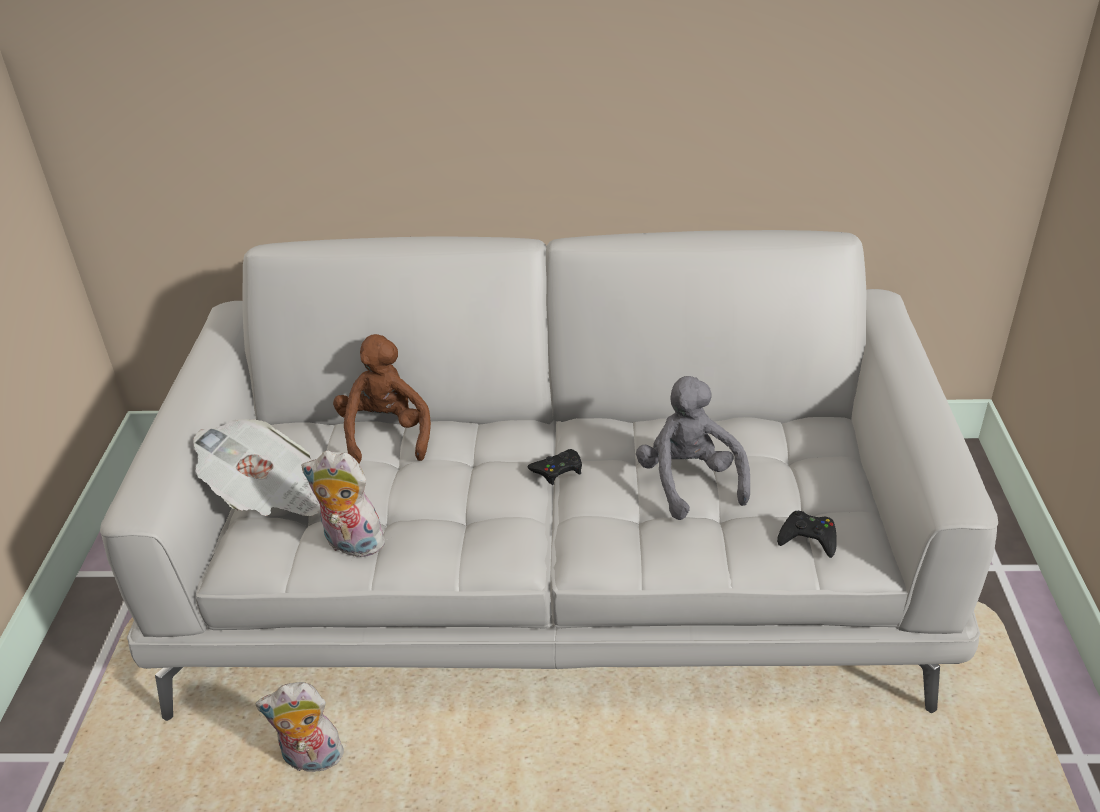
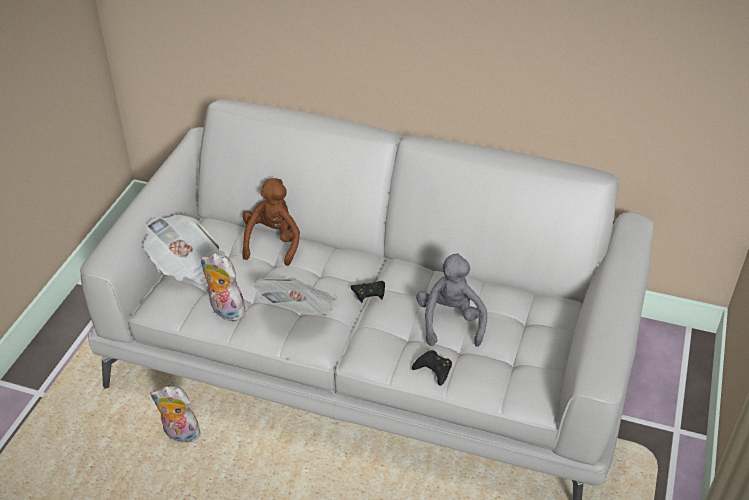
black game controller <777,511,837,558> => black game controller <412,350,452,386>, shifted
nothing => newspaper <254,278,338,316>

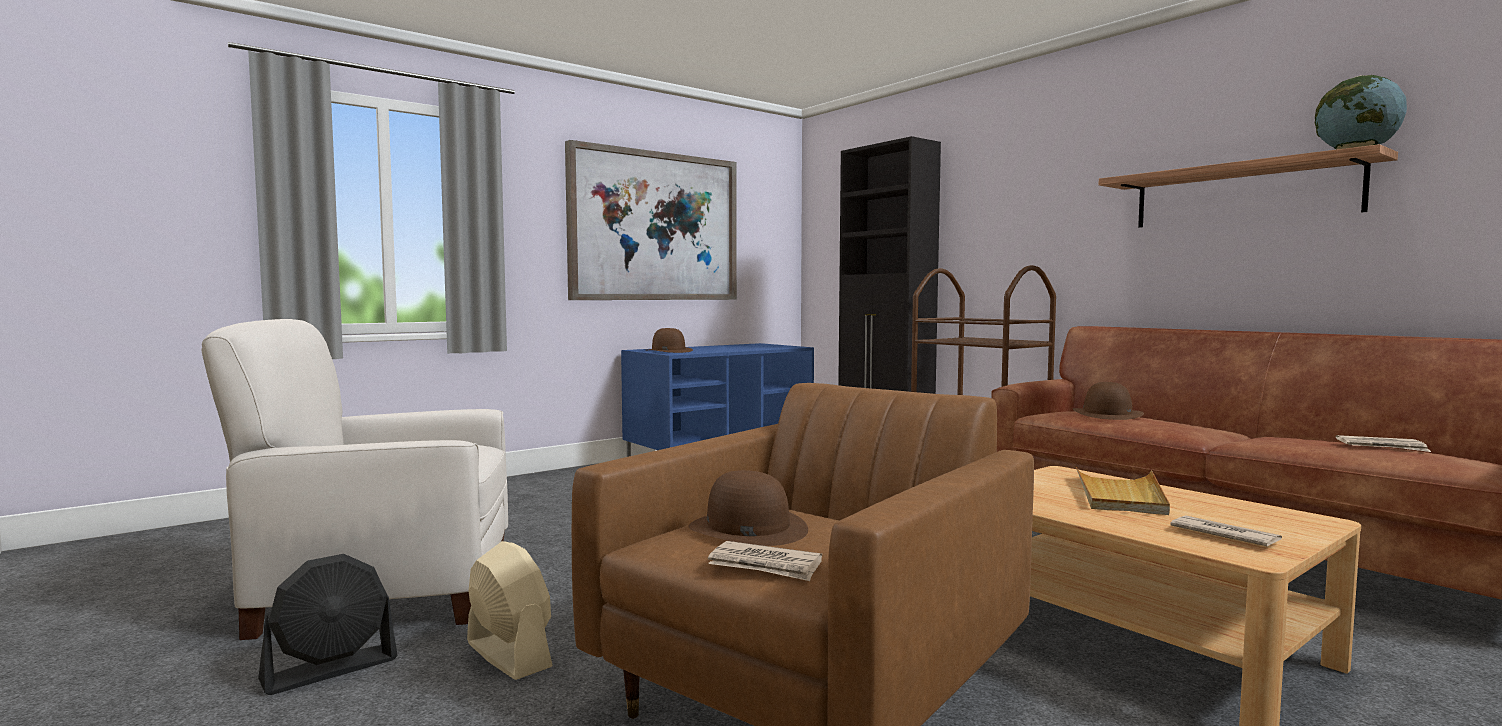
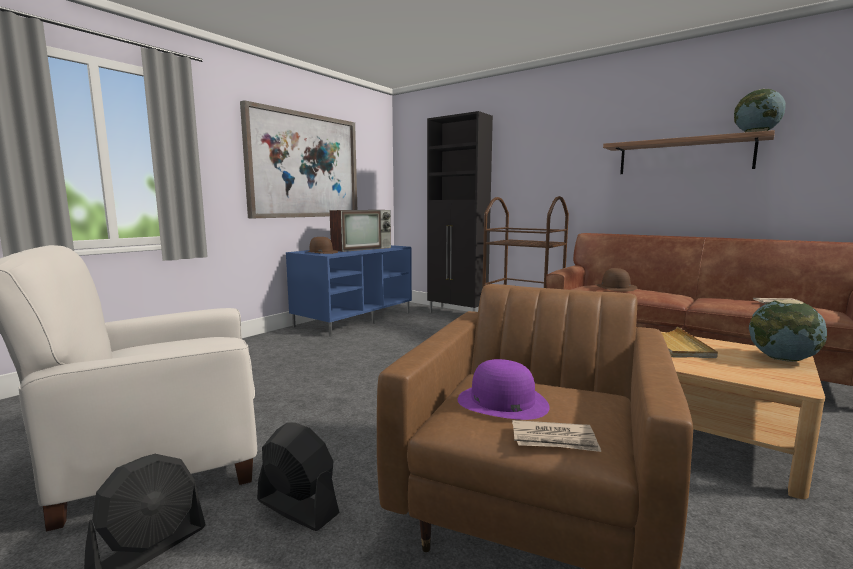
beige fan <467,541,553,680> => black fan <257,422,340,531>
brown hat <688,470,808,546> => purple hat <458,359,550,420>
newspaper <1170,516,1282,547> => nothing
nothing => television <329,210,391,252>
nothing => globe <749,300,827,362>

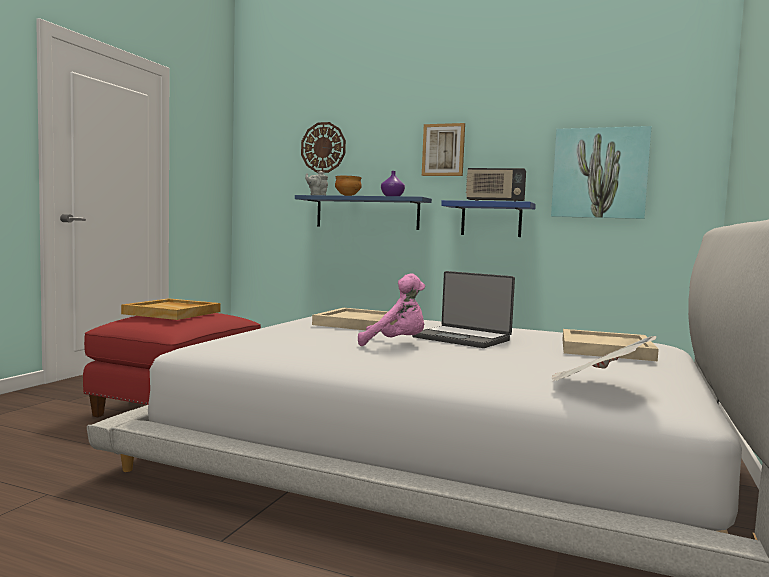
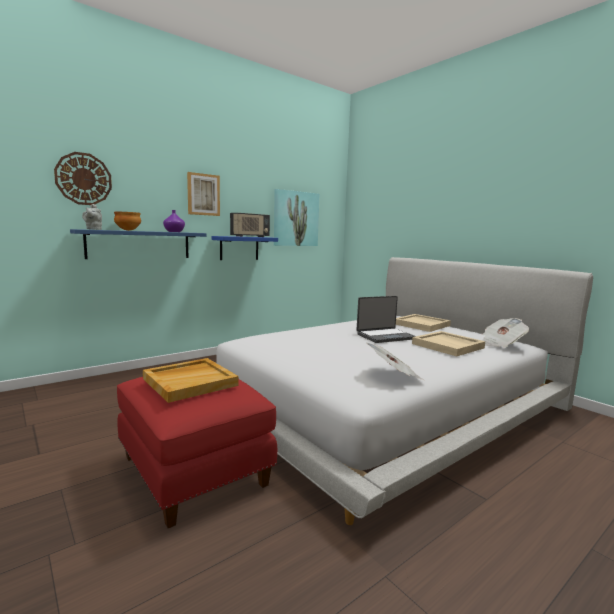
beige tray <312,308,397,331> => beige tray <412,331,485,357>, shifted
pink plush toy <358,273,425,346> => nothing
nothing => newspaper <365,342,424,380>

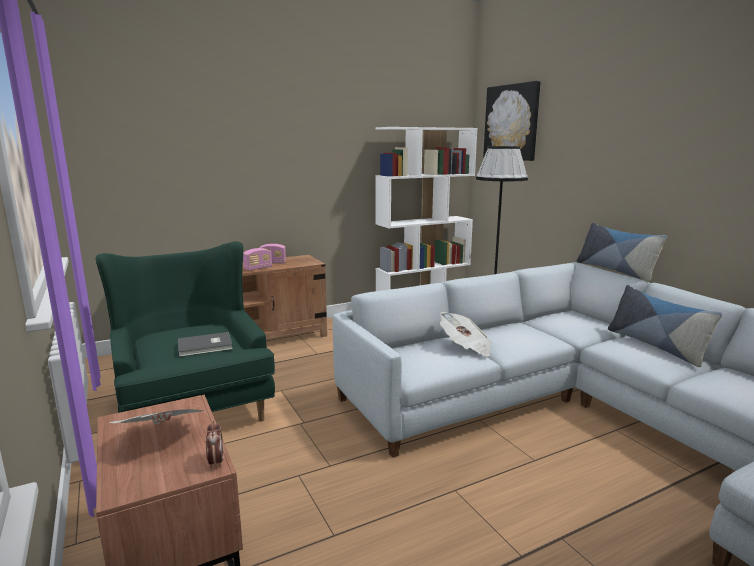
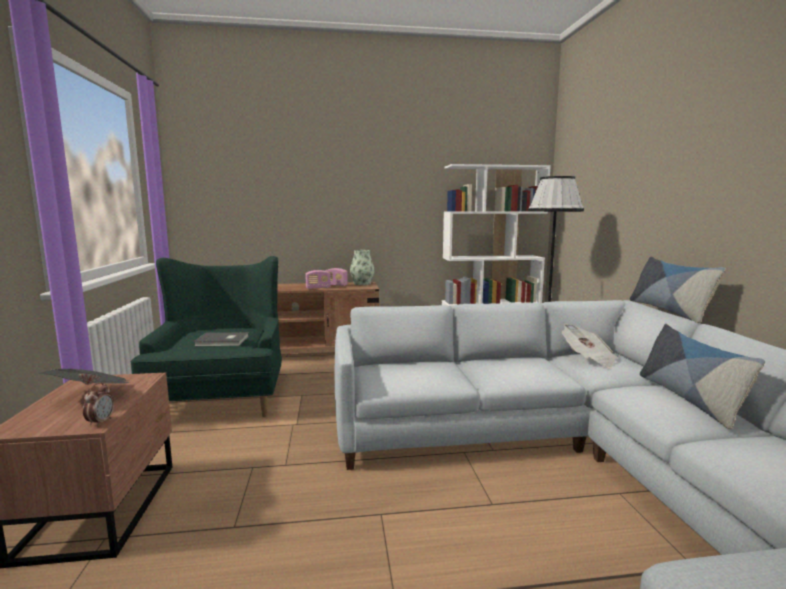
newspaper <440,312,492,357> => newspaper <562,323,617,369>, shifted
picture <483,81,541,161> => nothing
nothing => vase <350,250,374,285>

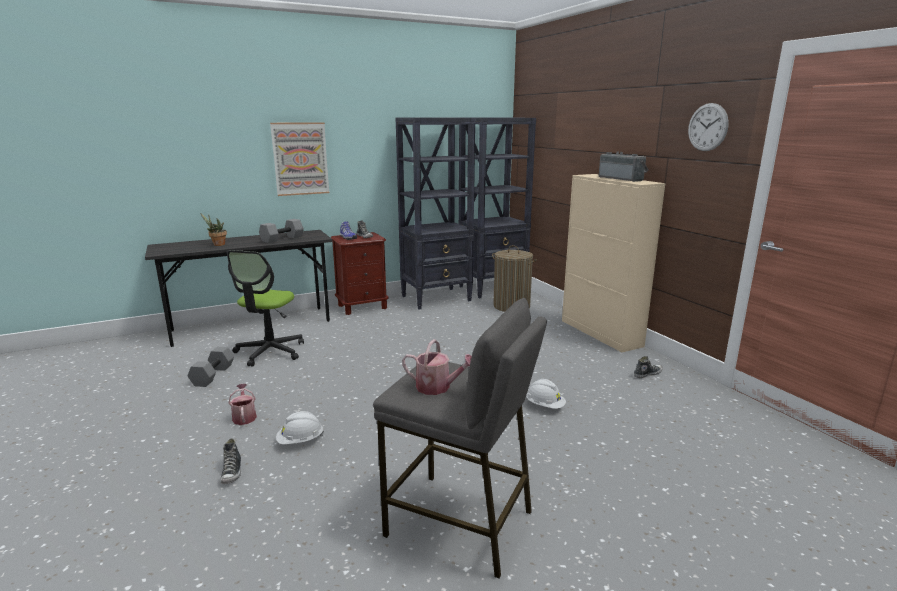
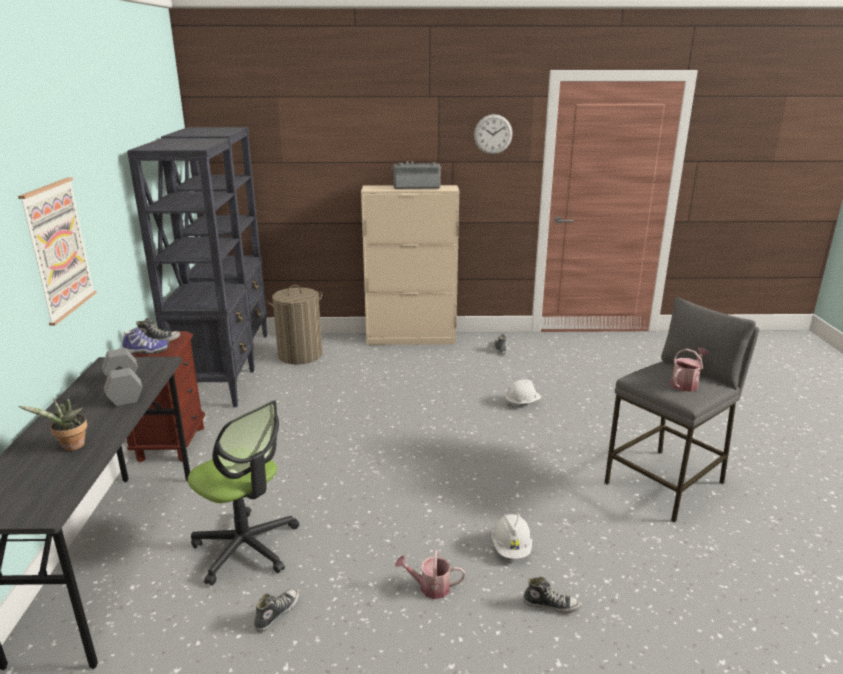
grey dumbbell <187,347,234,387> => shoe <254,588,299,632>

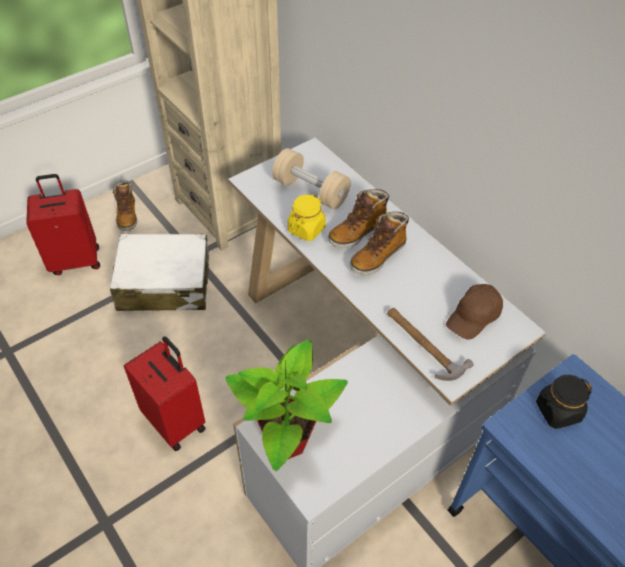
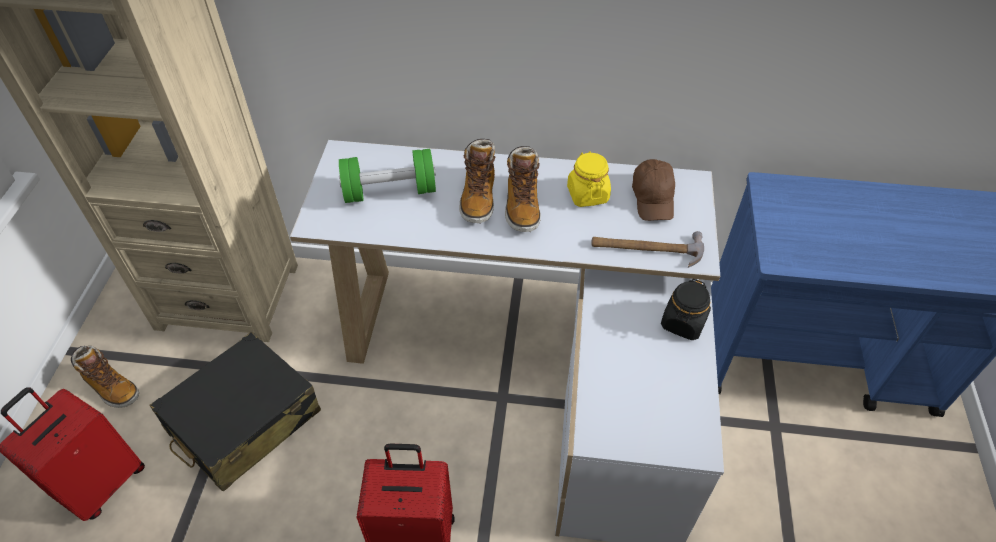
white suitcase <110,234,209,311> => black suitcase <149,332,321,492>
potted plant <226,339,348,471> => nothing
beige dumbbell <272,148,351,209> => green dumbbell <339,149,436,203>
yellow jar <288,194,326,241> => yellow jar <567,152,611,207>, shifted
black jar <536,375,592,429> => black jar <661,279,711,340>, shifted

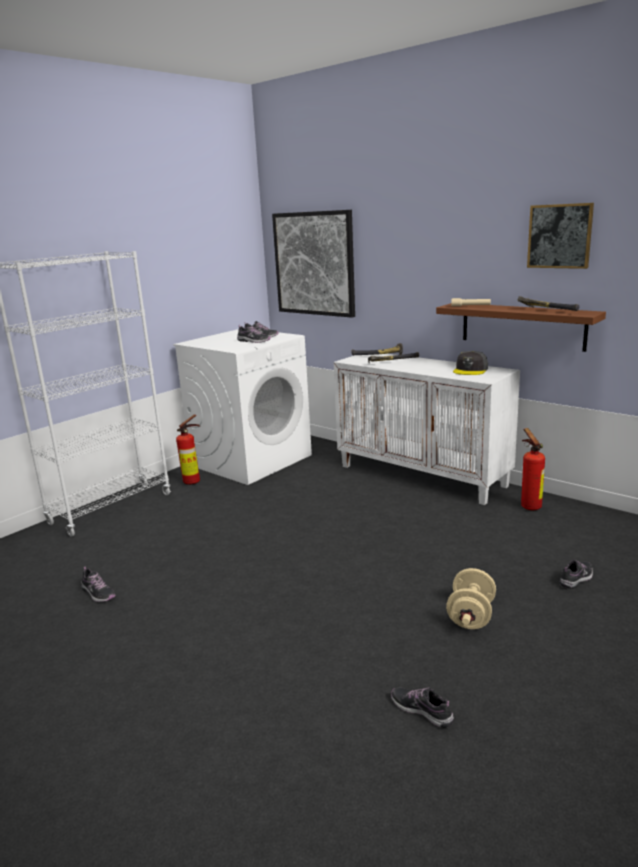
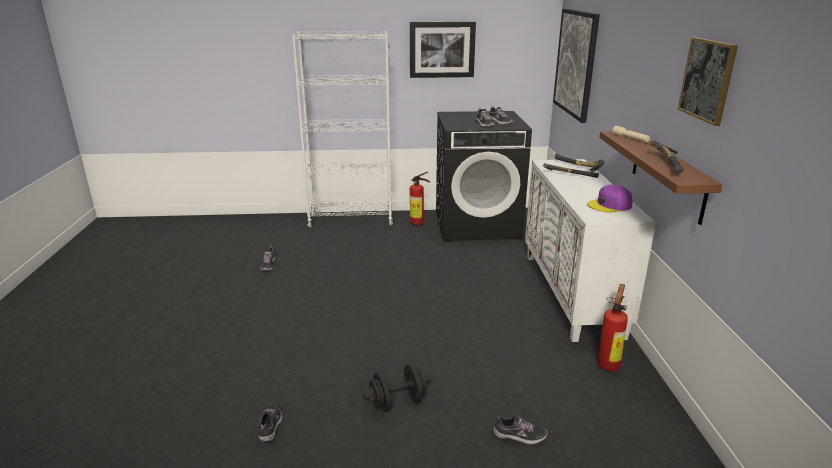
white washing machine <173,329,312,485> => black washing machine <436,111,532,241>
beige dumbbell <446,568,496,629> => black dumbbell <363,364,431,412>
grey cap <453,351,488,375> => purple cap <587,184,633,213>
nothing => picture <410,21,476,78>

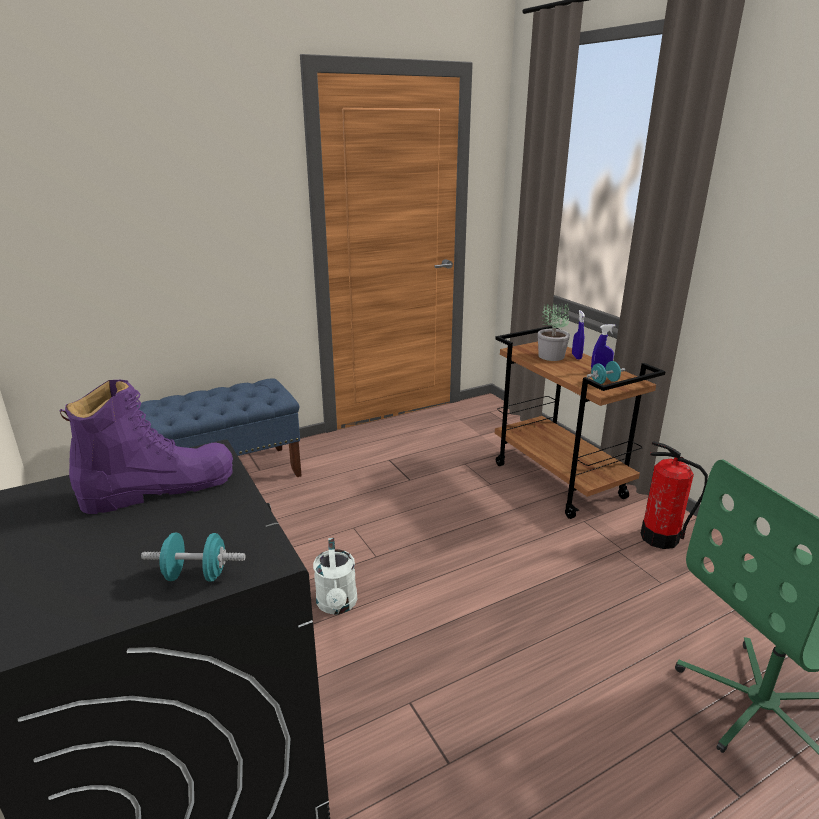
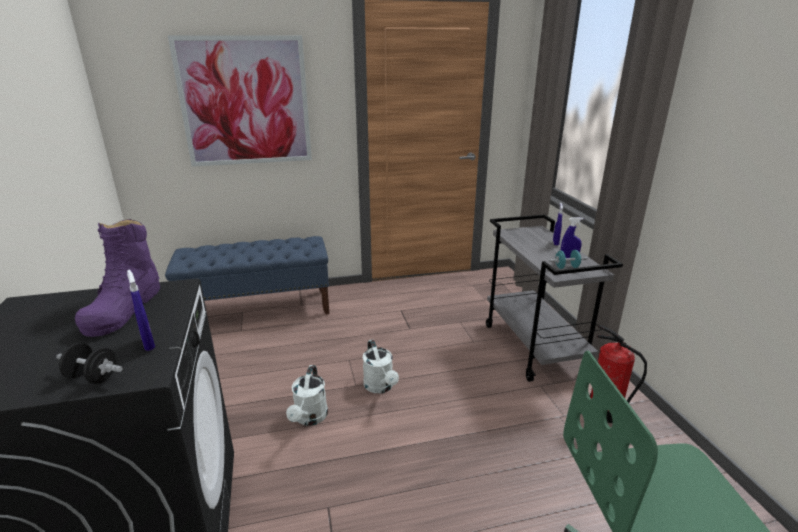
purple boot <59,380,233,514> => purple boot <75,219,160,337>, 105 degrees clockwise
turquoise dumbbell <141,532,245,582> => black dumbbell <56,343,122,384>
brown cart <495,326,666,519> => grey cart <486,214,623,382>
potted plant <538,303,570,361> => nothing
nothing => blue spray bottle <127,269,155,351>
nothing => picture <168,35,312,167>
nothing => white watering can <362,339,399,393>

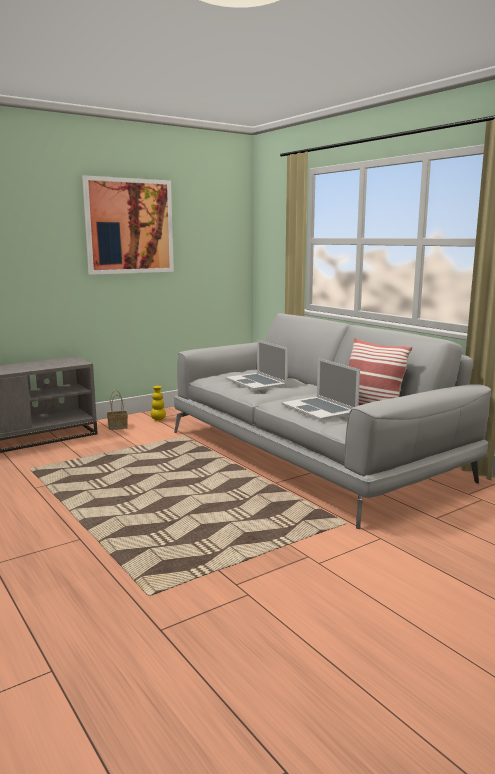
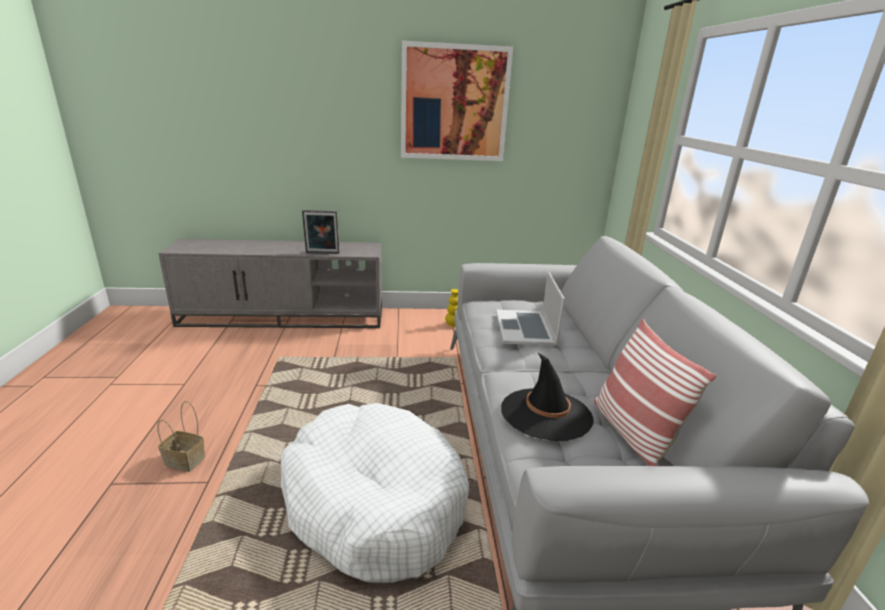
basket <107,390,128,430> => basket <157,401,205,472>, shifted
laptop <282,358,360,421> => black hat <501,352,593,441>
nothing => white dog bed <281,403,469,583>
nothing => picture frame <302,210,340,254>

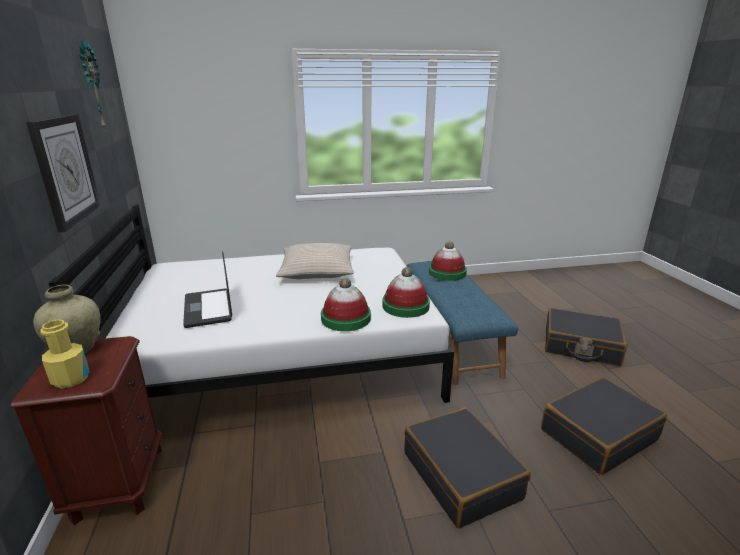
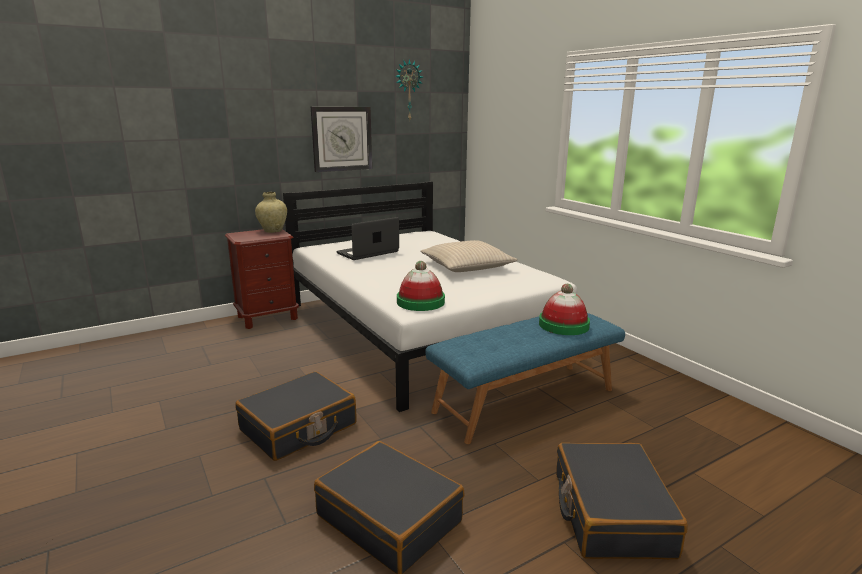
yellow bottle <40,320,90,389> => nothing
hat <321,278,371,331> => nothing

